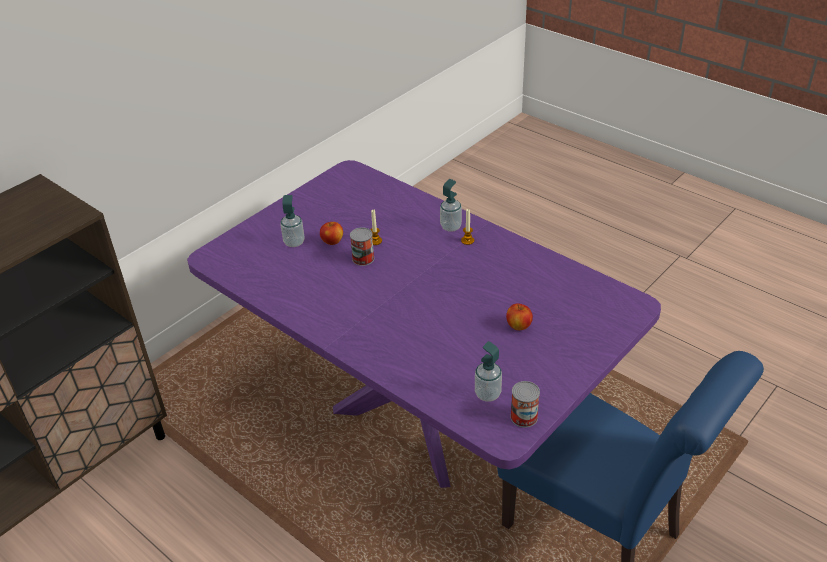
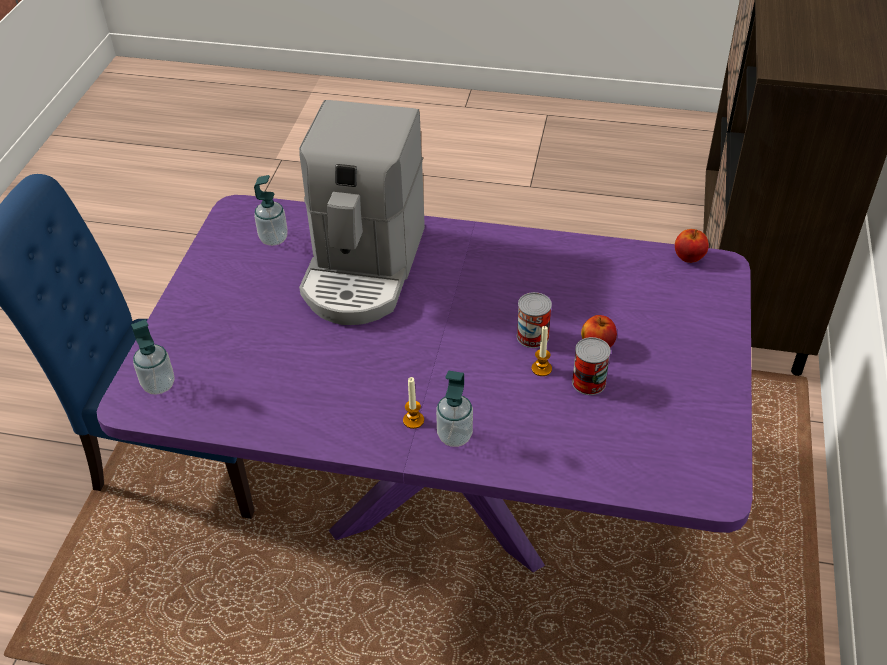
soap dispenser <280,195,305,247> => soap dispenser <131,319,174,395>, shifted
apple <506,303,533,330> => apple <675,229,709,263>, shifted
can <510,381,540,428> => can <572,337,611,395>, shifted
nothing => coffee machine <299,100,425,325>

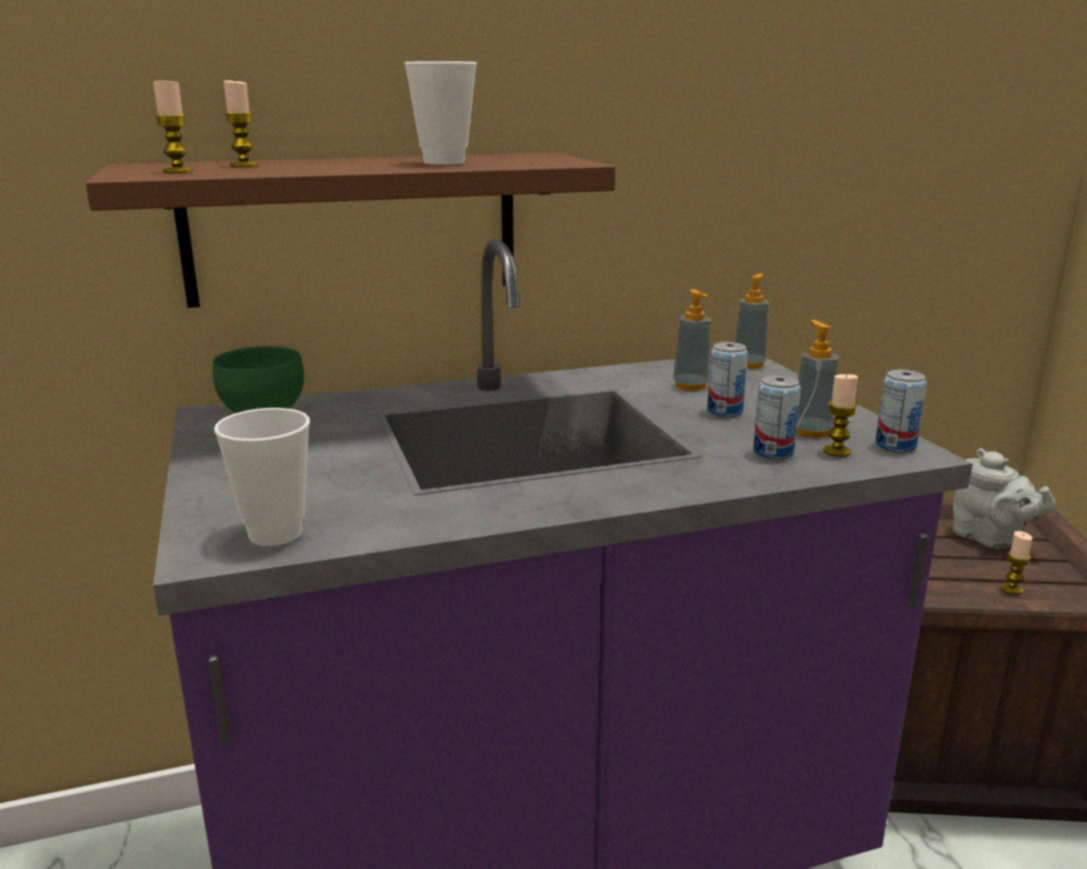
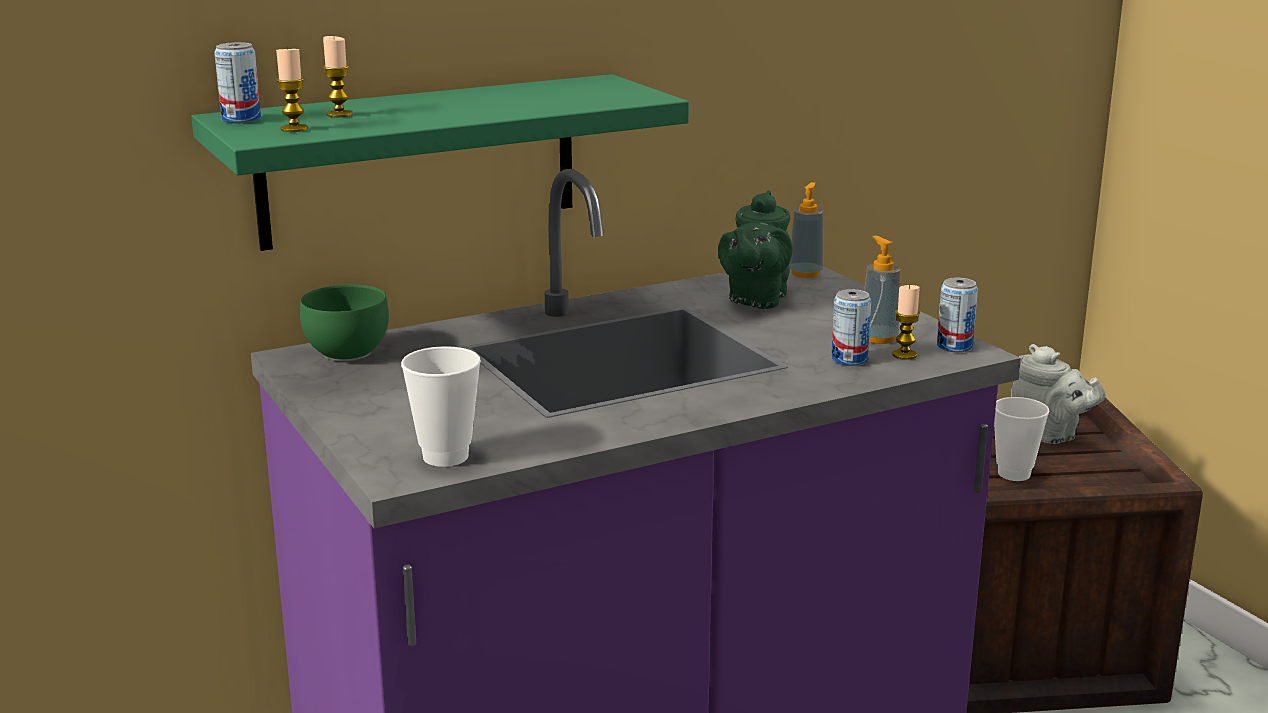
brown shelf <86,153,615,308> => green shelf <191,74,689,251>
cup <405,61,477,165> => cup <994,397,1049,481>, shifted
soap dispenser <673,289,711,391> => green teapot <718,191,793,309>
can <707,342,748,417> => can <214,42,261,123>, shifted
candle <1001,531,1033,595> => nothing

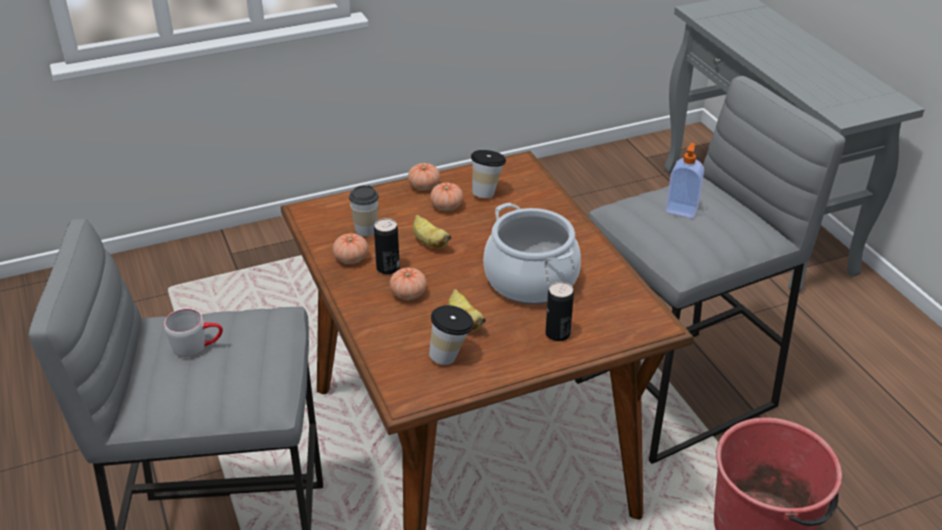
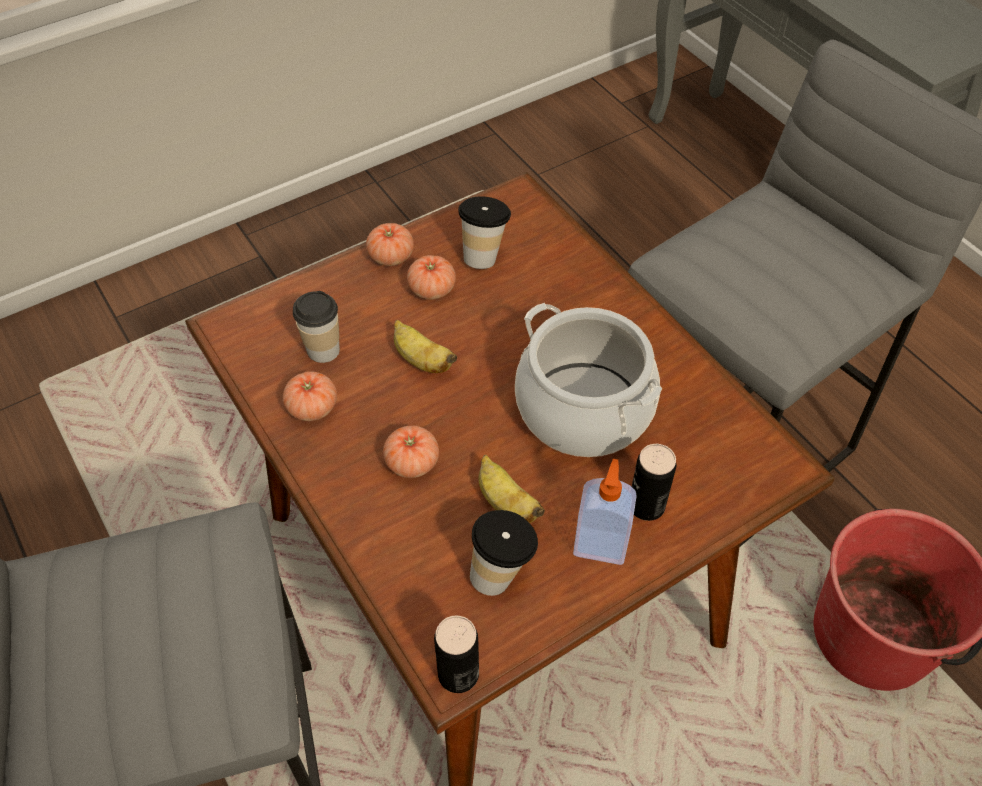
grey mug <164,309,223,357> => nothing
can <374,218,400,274> => can <434,616,479,693>, shifted
soap dispenser <666,143,704,218> => soap dispenser <573,459,637,565>, shifted

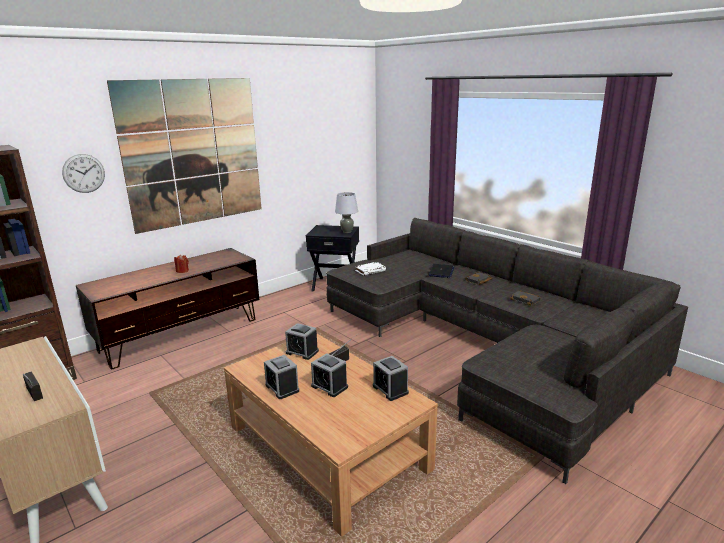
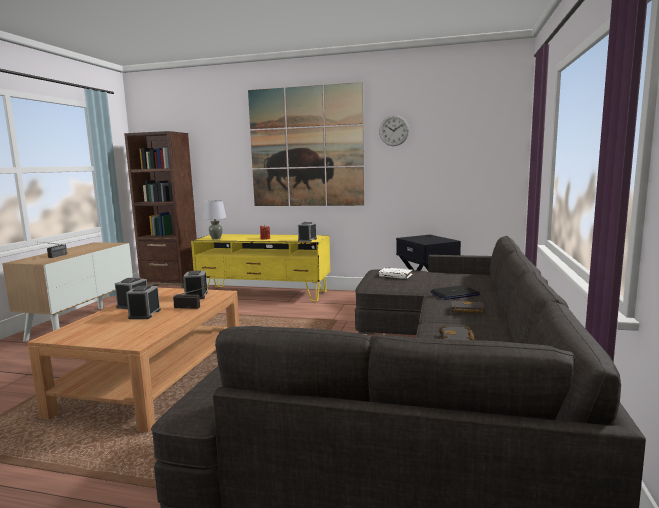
wall clock <62,154,105,193> => wall clock <379,115,409,146>, shifted
brown tv stand <76,248,259,369> => yellow tv stand <191,234,330,301>
grey table lamp <335,192,358,233> => grey table lamp <203,200,226,240>, shifted
alarm clock <373,356,409,401> => alarm clock <298,222,317,242>, shifted

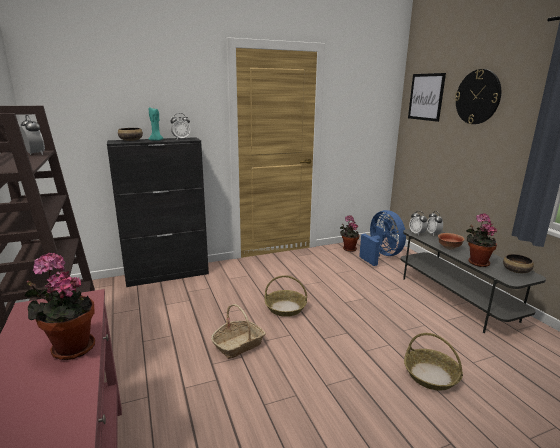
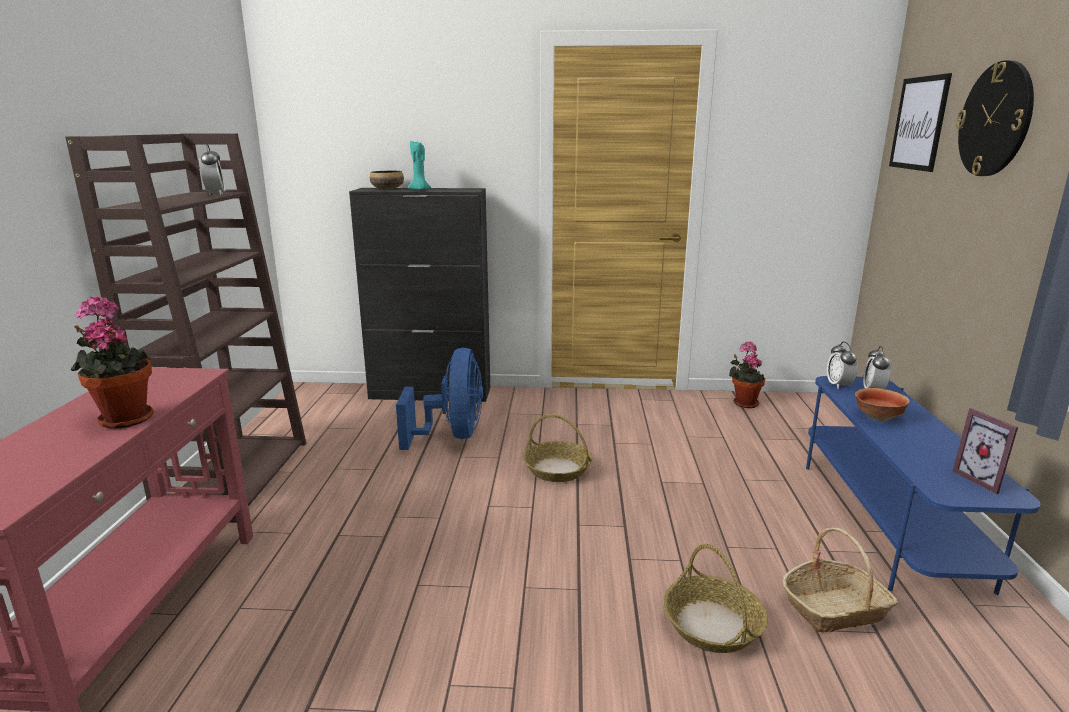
alarm clock <171,113,191,139> => nothing
basket <211,304,266,359> => basket <782,527,898,633>, shifted
blue fan <359,210,406,266> => blue fan <396,348,483,450>, shifted
grey tv stand <401,229,546,333> => blue tv stand <806,376,1040,595>
potted plant <466,213,497,267> => nothing
bowl <503,254,534,273> => picture frame <952,408,1018,494>

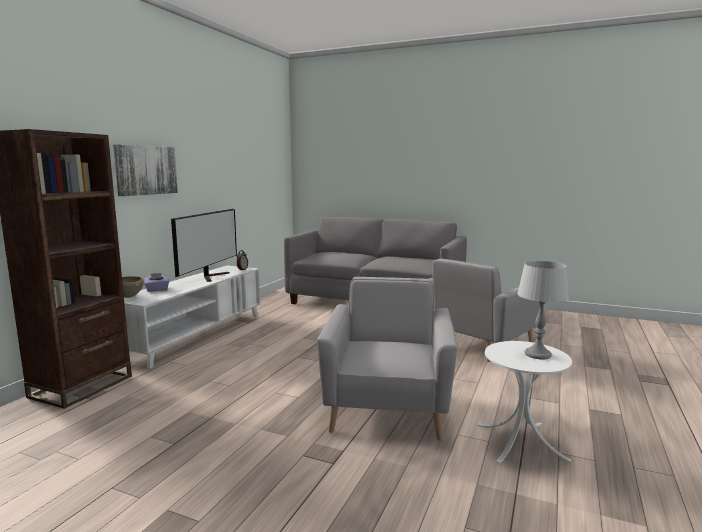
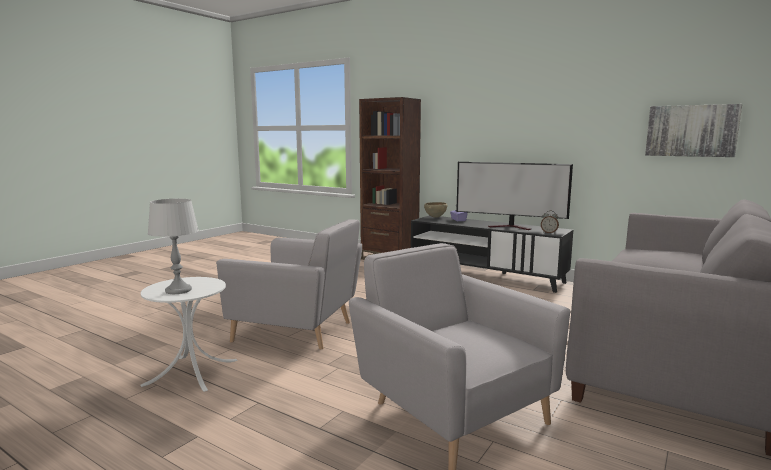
picture <113,144,178,196> => picture <645,104,742,157>, shifted
white tv stand <124,266,260,369> => black tv stand <411,215,573,293>

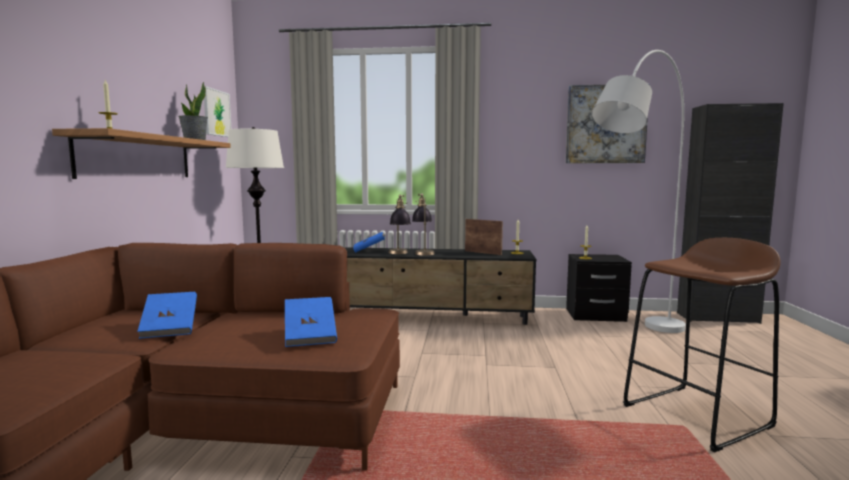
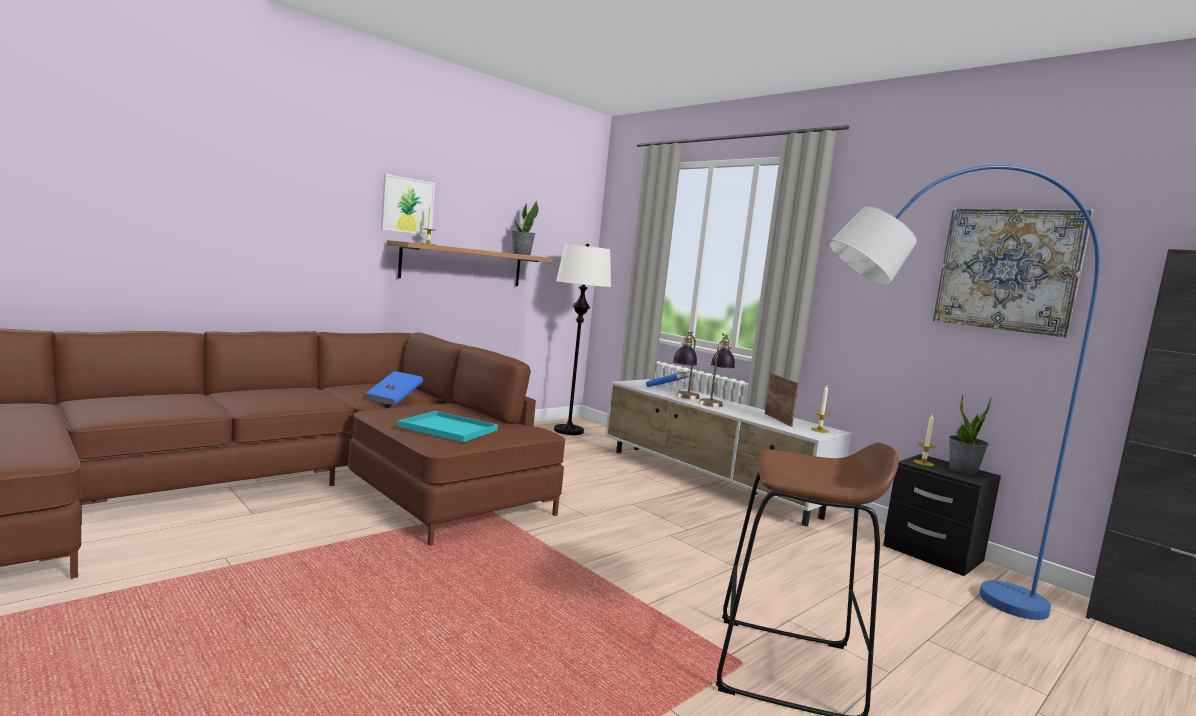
picture <204,86,231,137> => picture <381,174,435,236>, shifted
blue book <285,297,337,347> => turquoise tray <397,411,498,442>
black tv stand <344,247,536,325> => white tv stand <605,379,852,526>
white floor lamp <592,50,686,333> => blue floor lamp <829,165,1100,620>
nothing => potted plant <949,394,992,475>

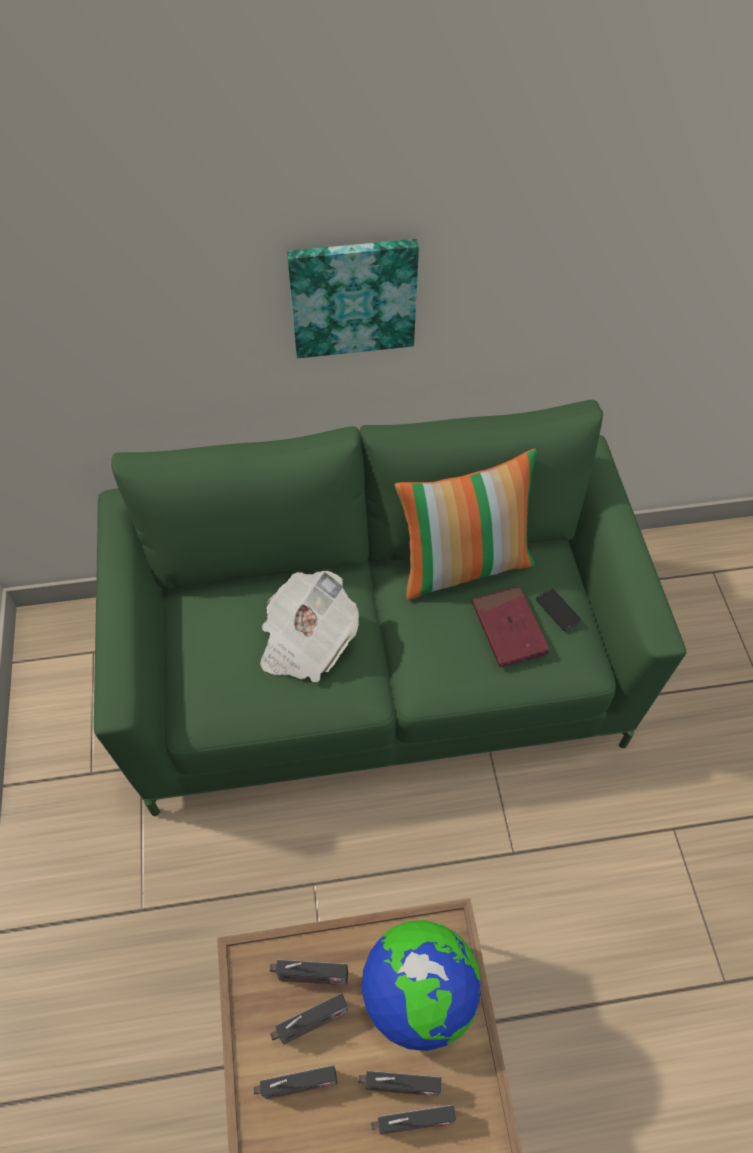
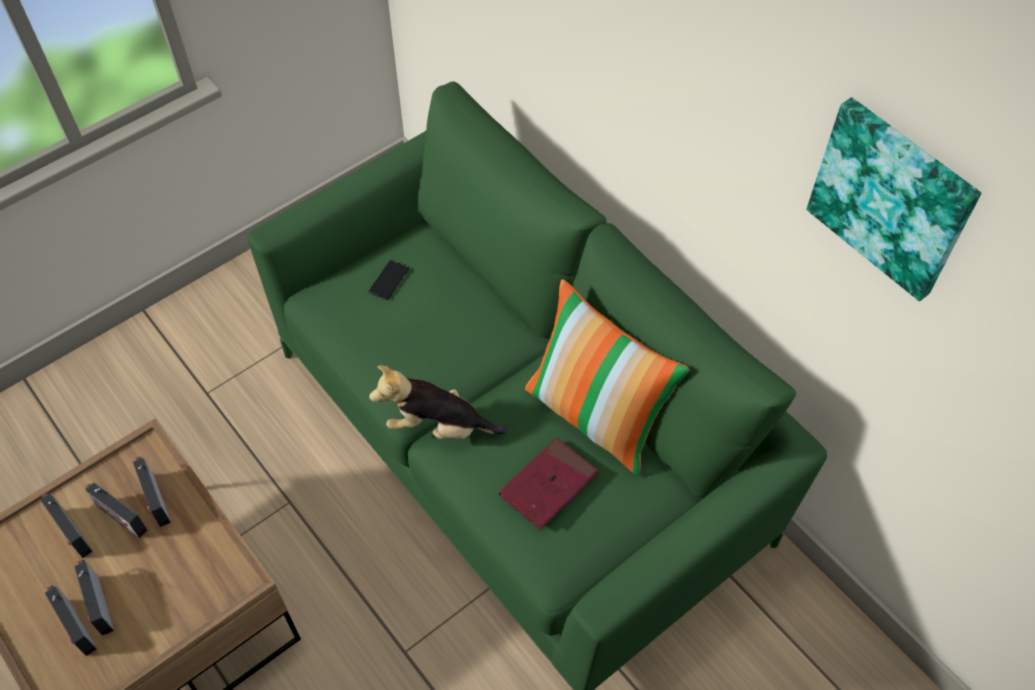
newspaper <260,571,359,682> => nothing
picture <287,239,419,358> => picture <807,97,981,302>, shifted
globe <362,920,480,1051> => nothing
phone <536,589,581,631> => phone <369,260,409,300>, shifted
nothing => plush toy <369,365,508,440>

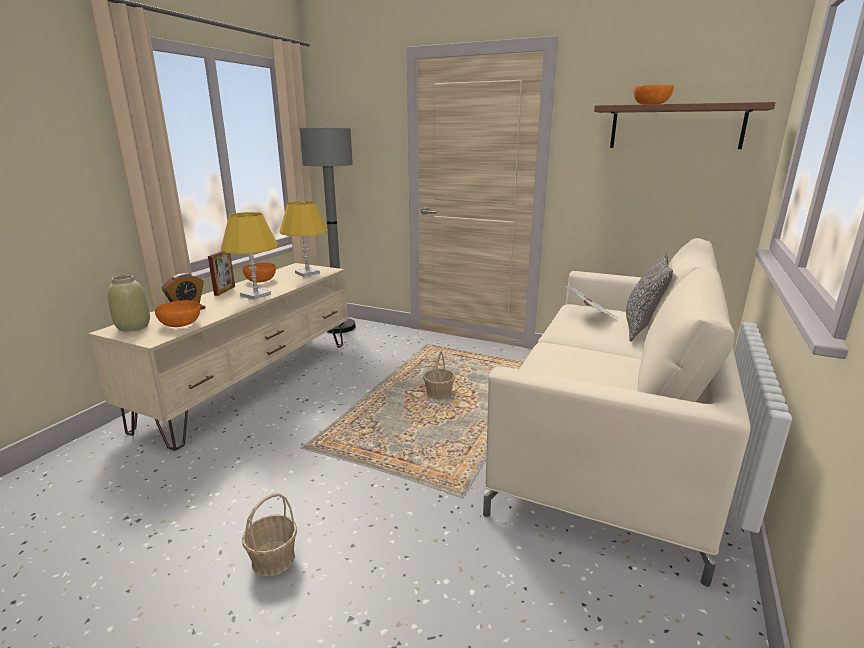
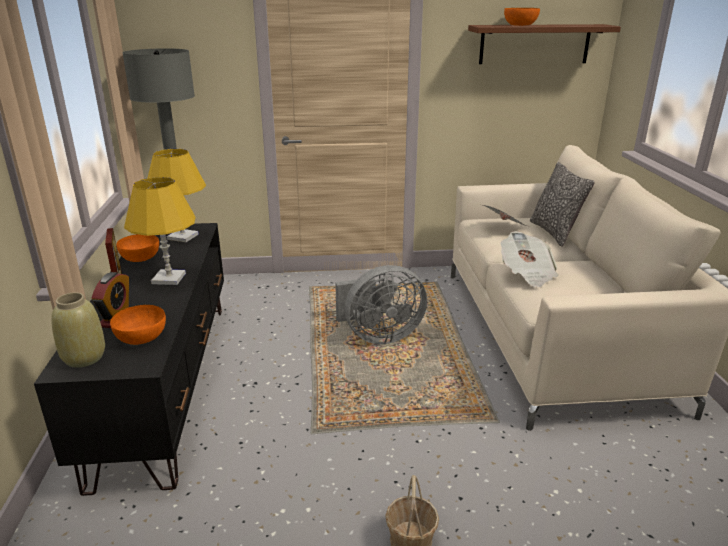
beige tv stand <88,263,348,451> => black tv stand <34,223,224,496>
basket <423,350,455,399> => grey fan <335,265,427,344>
nothing => newspaper <500,231,559,288>

